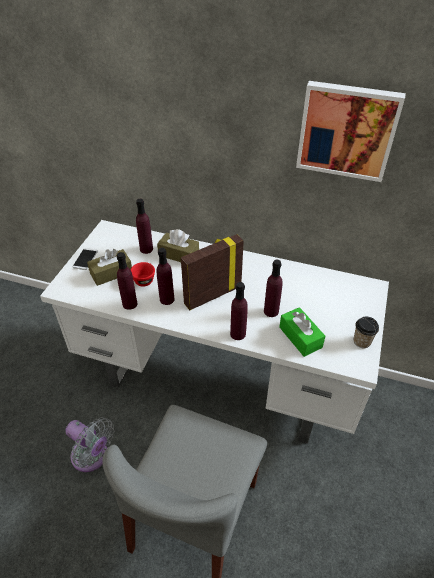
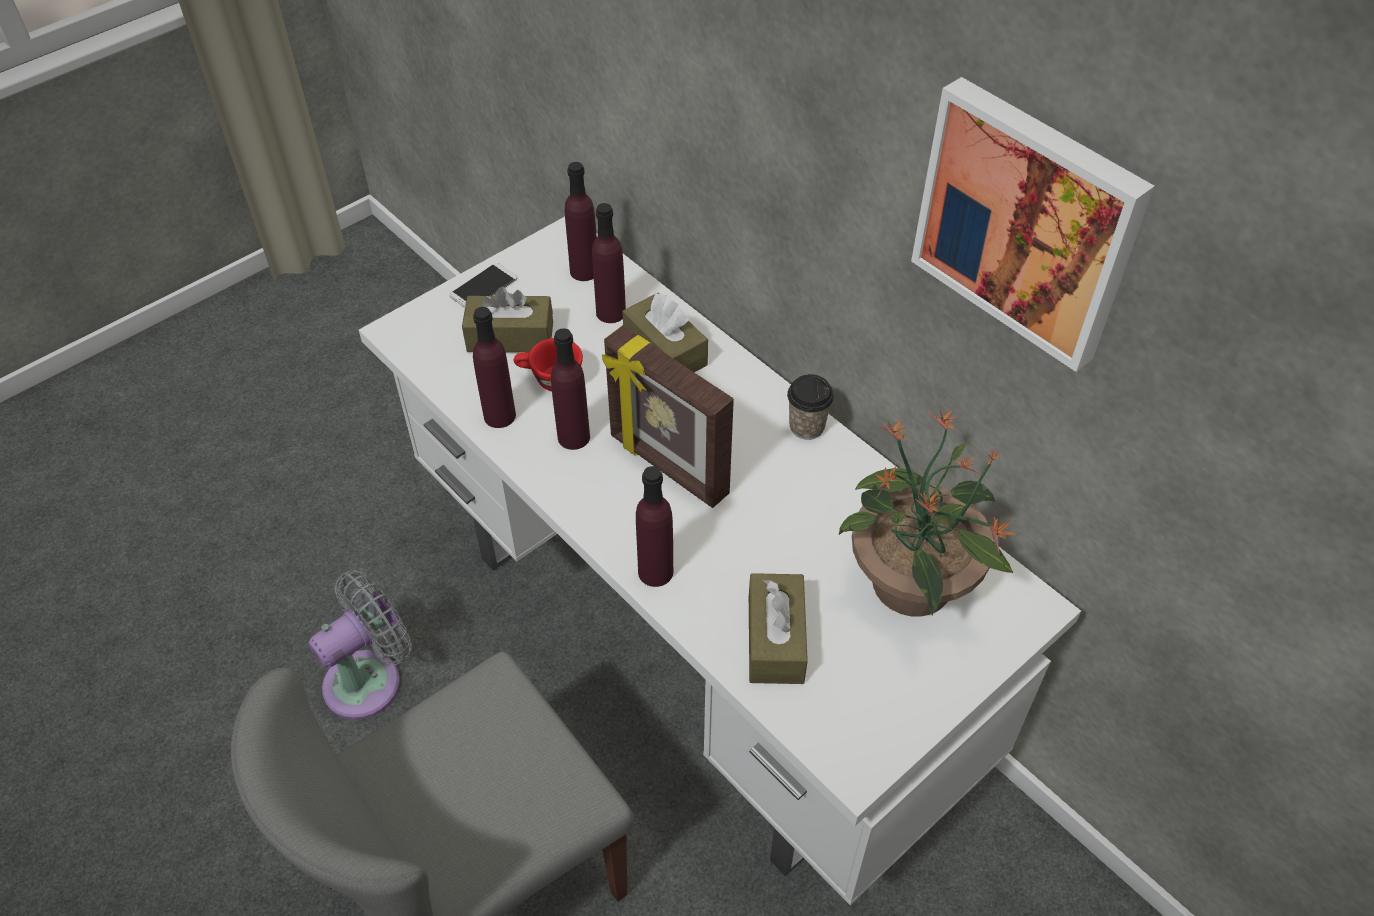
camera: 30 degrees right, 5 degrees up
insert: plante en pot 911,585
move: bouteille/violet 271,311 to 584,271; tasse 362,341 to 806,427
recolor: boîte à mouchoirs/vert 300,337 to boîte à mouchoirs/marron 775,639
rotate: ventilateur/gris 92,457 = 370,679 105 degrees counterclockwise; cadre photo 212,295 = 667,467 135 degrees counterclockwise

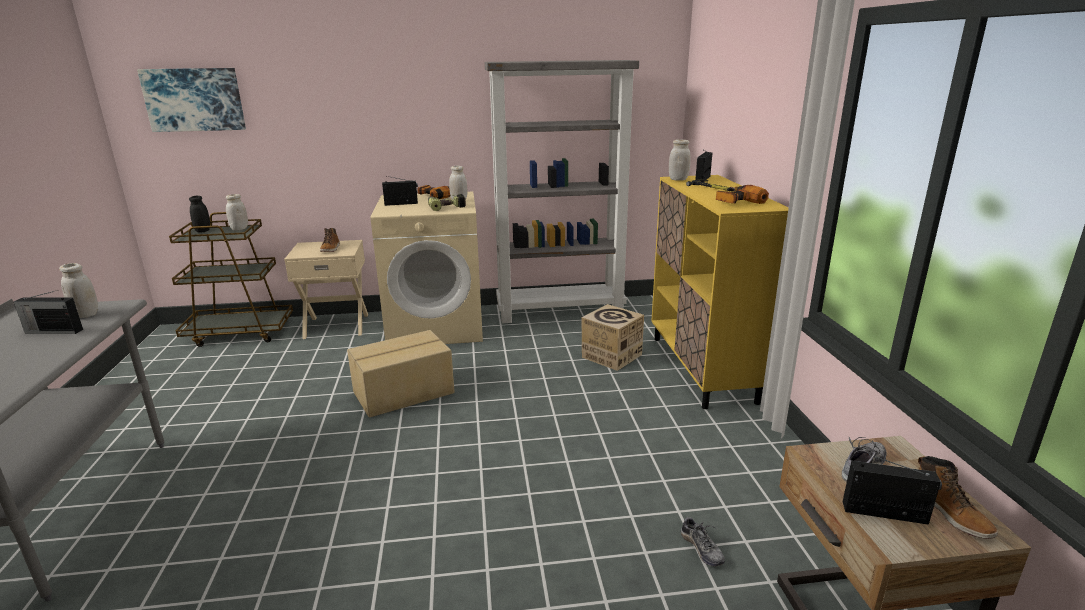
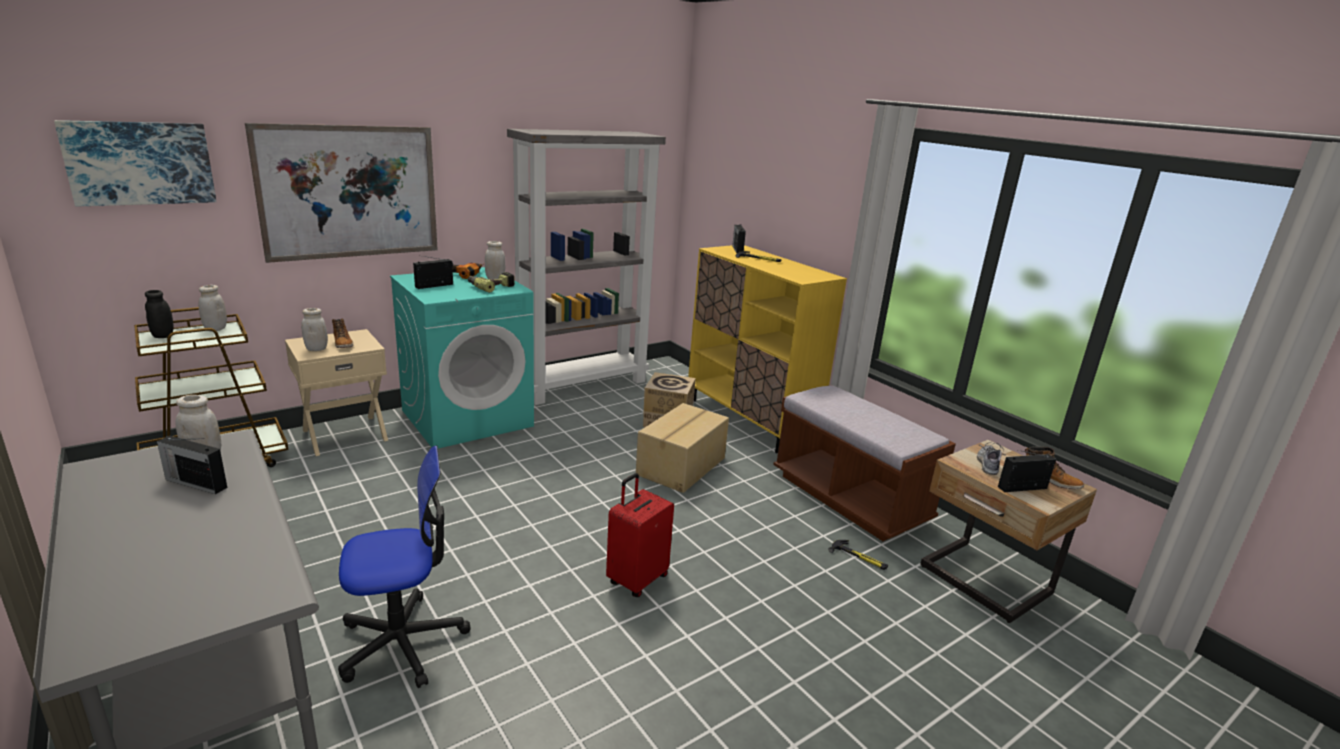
camera: 30 degrees left, 0 degrees up
delete: perceuse 736,201
insert: tableau 350,192; chaise de bureau 402,642; valise/rouge 636,579; banc/marron 849,498
move: carton 404,393 to 682,466; bocal/blanc 678,179 to 316,349
replace: chaussure 701,549 to marteau 859,557
recolor: lave-linge/beige 437,326 to lave-linge/turquoise 468,418
rotate: radio 53,331 = 195,483 45 degrees clockwise

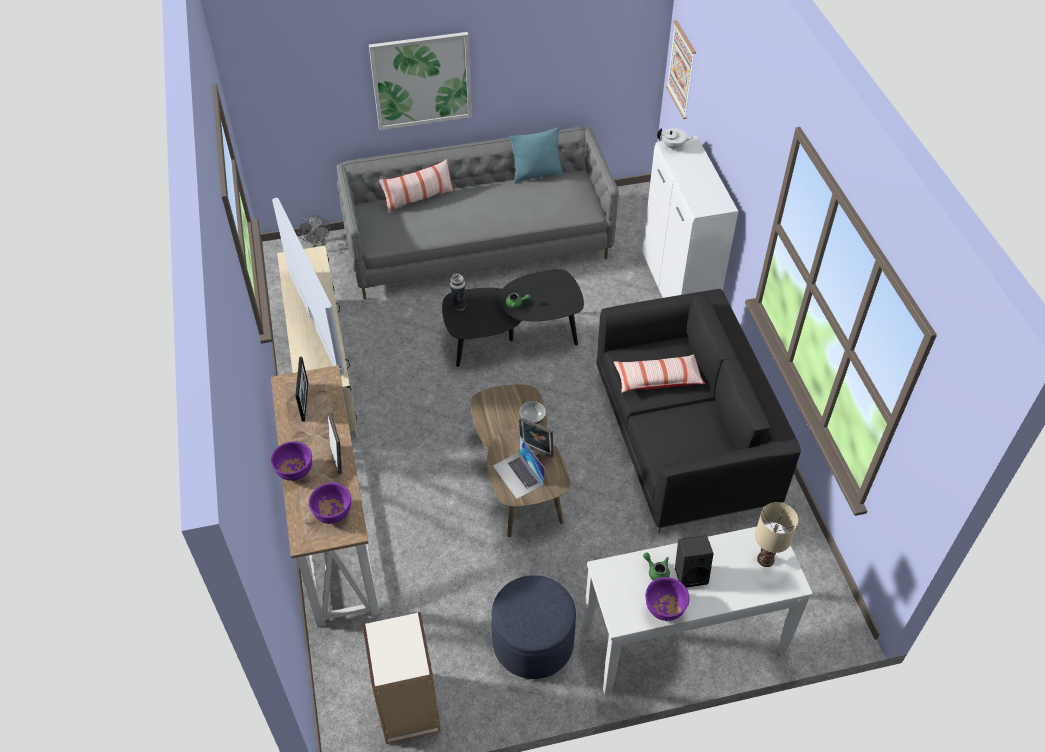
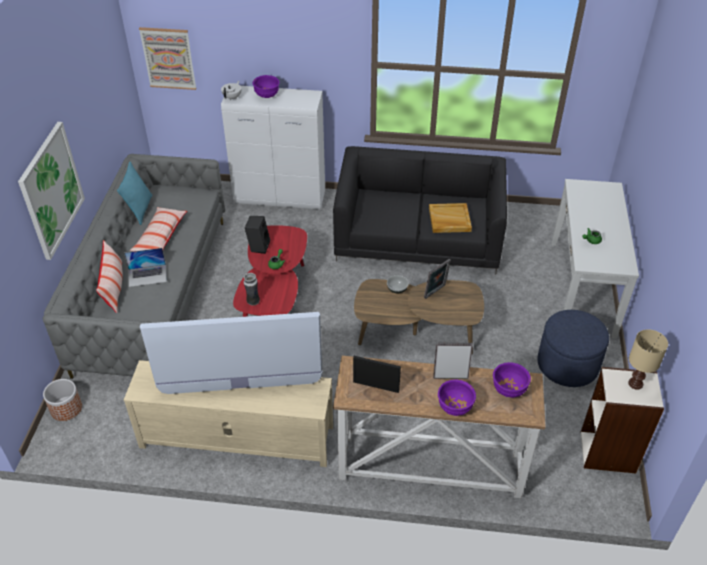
camera: 70 degrees left, 5 degrees down
insert: plateau/beige 449,220
move: ordinateur portable 518,475 to 147,275; coussin 658,379 to 160,236; bol/violet 664,609 to 267,96; enceinte/noir 691,573 to 258,246; lampe de table/beige 766,560 to 636,383
replace: ventilateur/gris 317,245 to cache-pot 66,408
recolor: table basse/noir 513,338 to table basse/rouge 275,299

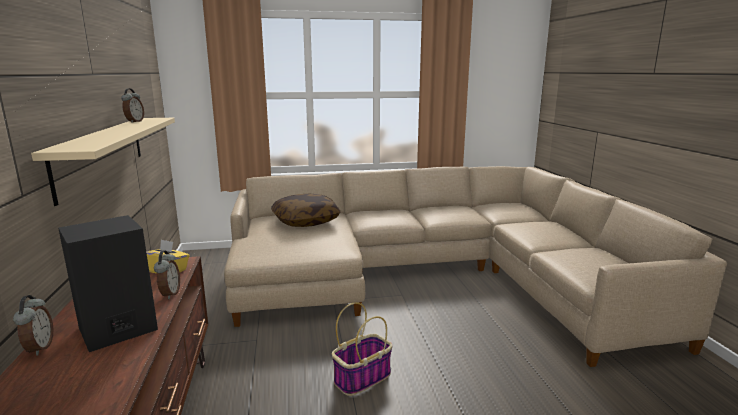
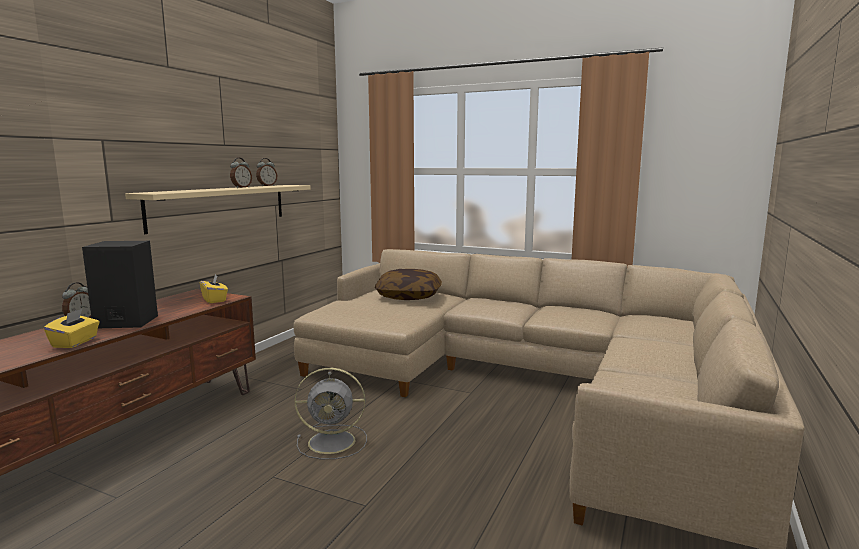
camera: 35 degrees right, 5 degrees down
insert: boîte à mouchoirs/jaune 75,342
move: réveil 169,294 to 241,187
replace: panier 362,377 to ventilateur/gris 334,442

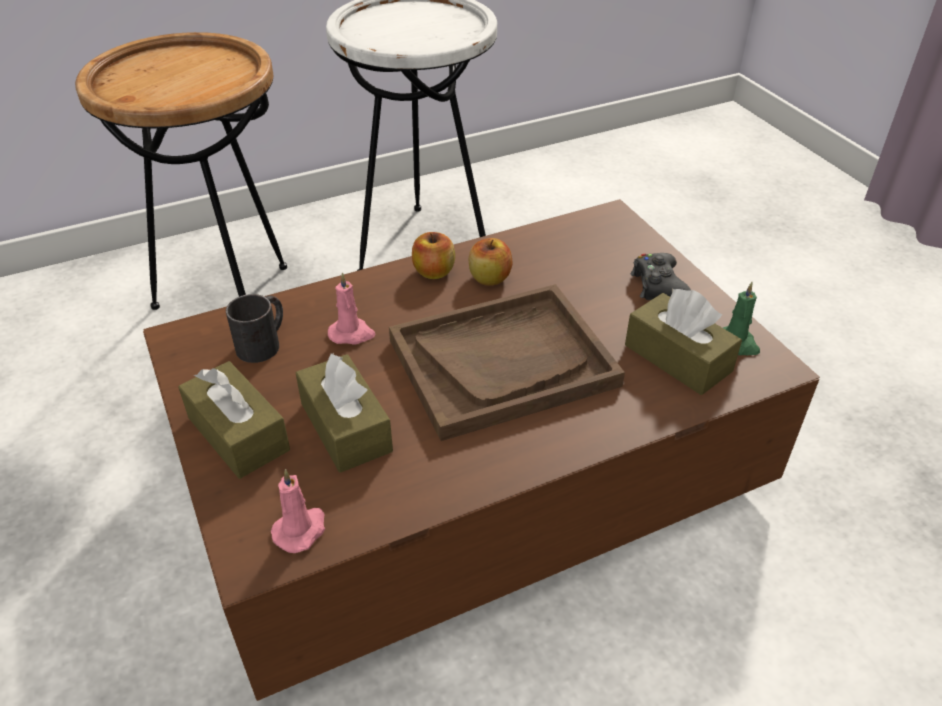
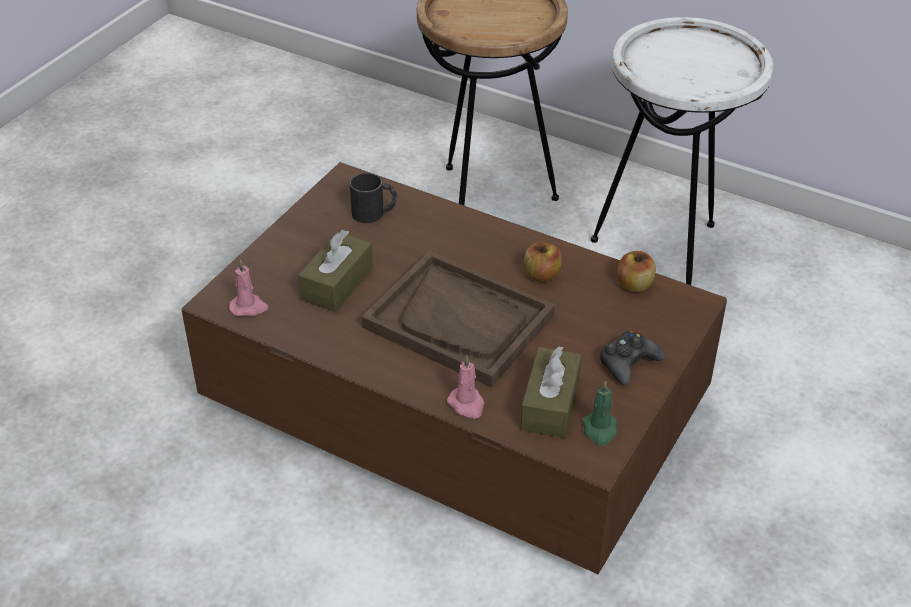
camera: 55 degrees right, 0 degrees up
delete: boîte à mouchoirs/marron 238,434
move: bougie/rose 352,334 to 467,404; pomme 434,272 to 634,285

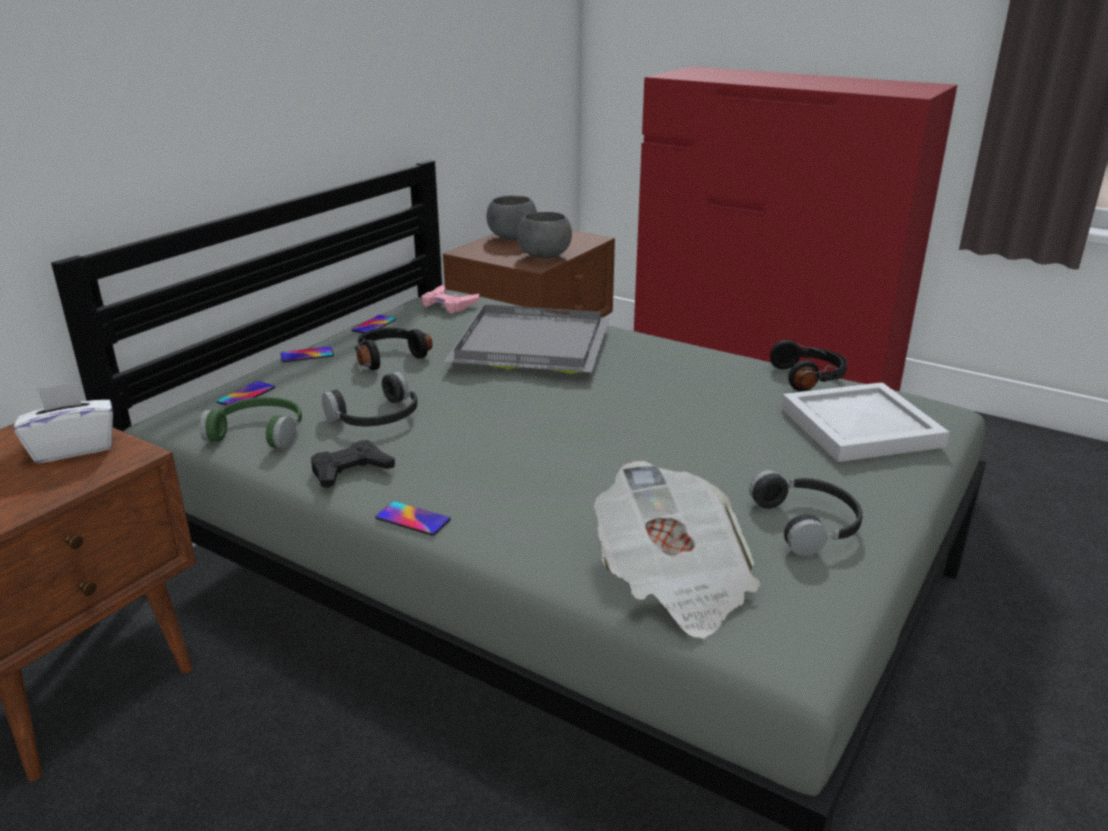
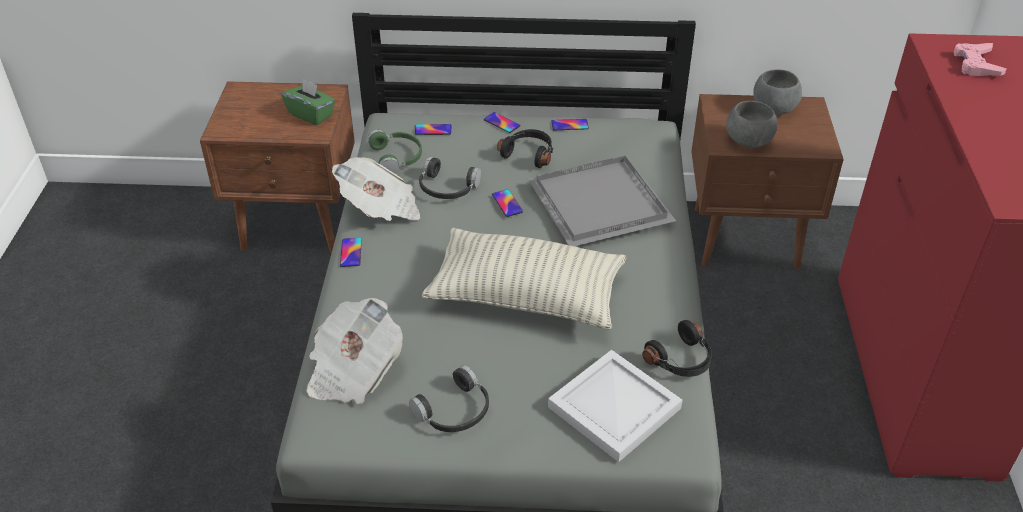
camera: 60 degrees right, 15 degrees up
insert: coussin 526,296; téléphone 507,203
move: manette/rose 448,304 to 976,64
replace: manette/noir 350,471 to journal 380,208
recolor: boîte à mouchoirs/blanc 73,448 to boîte à mouchoirs/vert 311,114

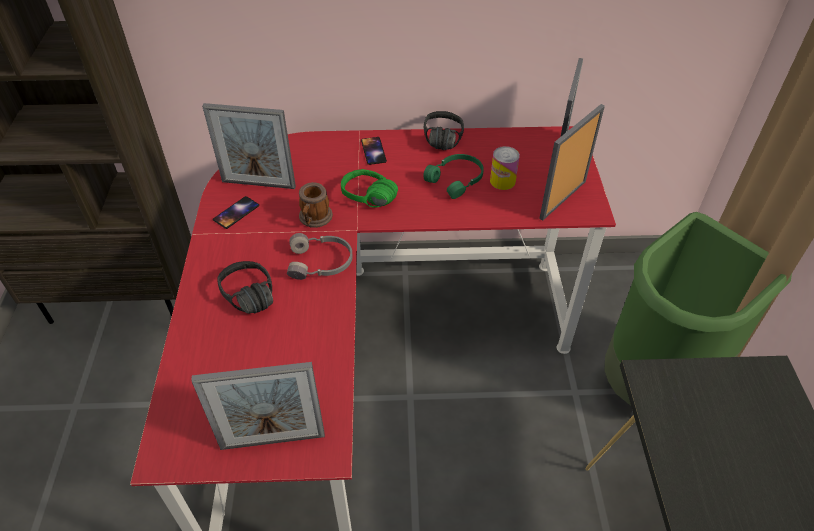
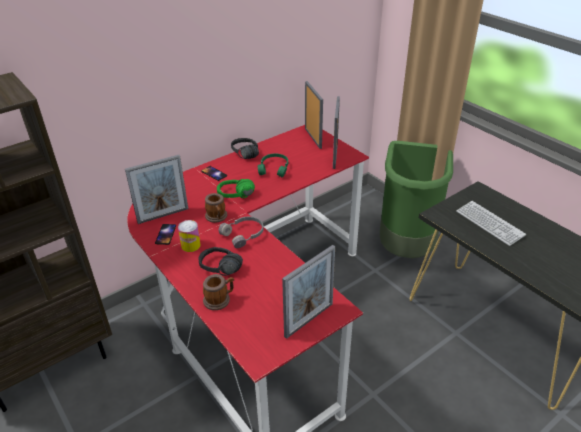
camera: 35 degrees left, 10 degrees down
insert: mug 219,299; clavier 489,224
move: boîte métallique 502,181 to 191,245

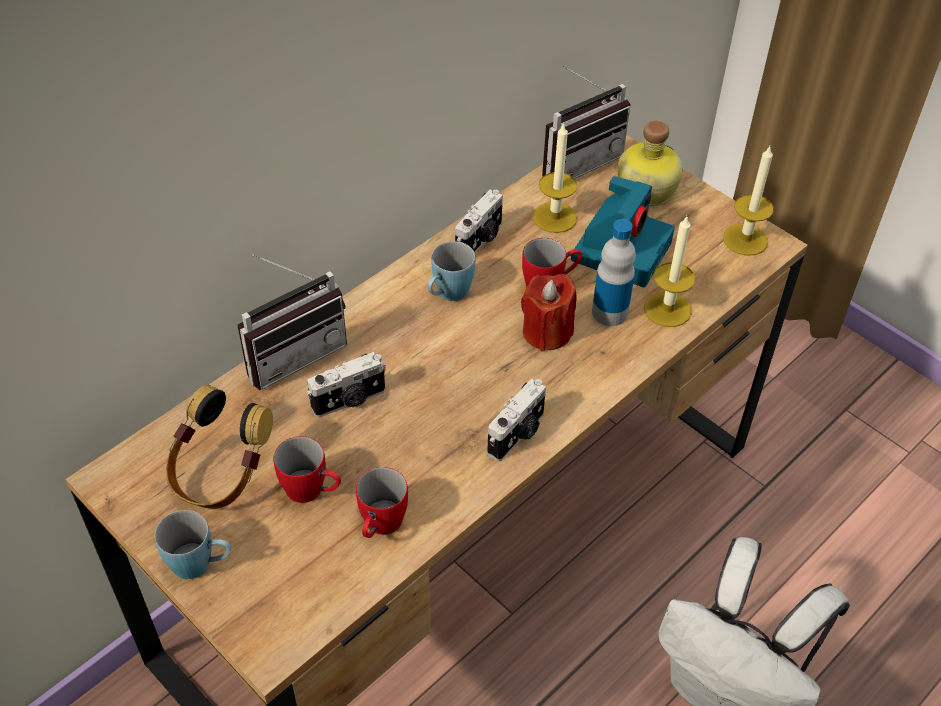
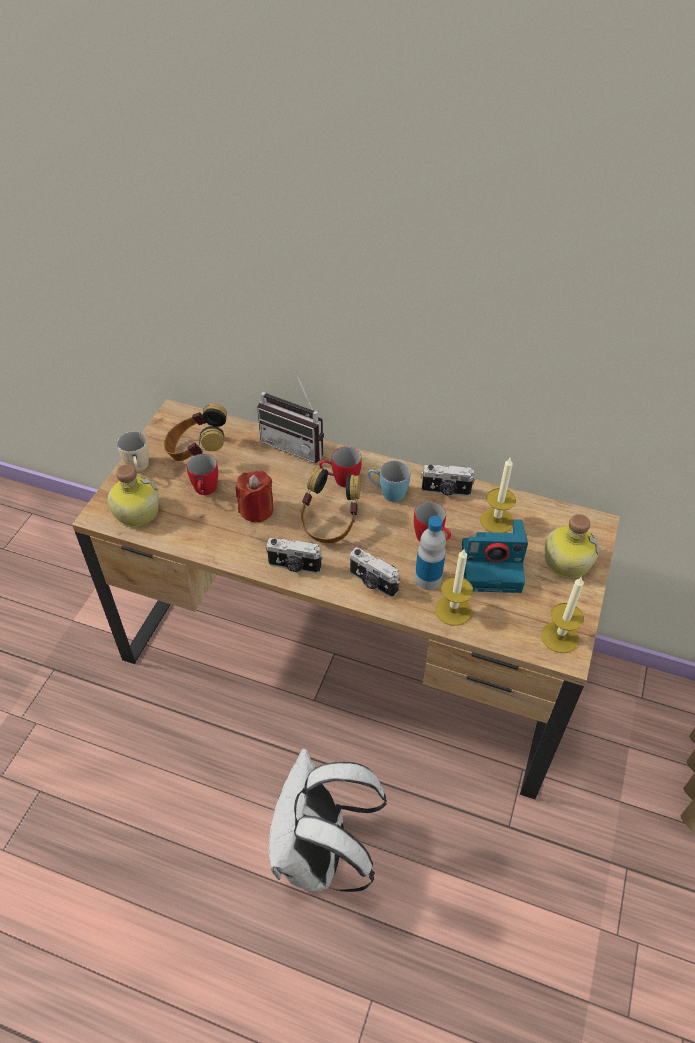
camera: 65 degrees right, 0 degrees up
delete: radio 577,161
insert: bouteille 135,511; casque audio 329,523
move: appareil photo 349,401 to 372,583; mug/rouge 380,527 to 340,480; bougie/rouge 547,332 to 256,510
recolor: mug/bleu 201,564 to mug/beige 138,468

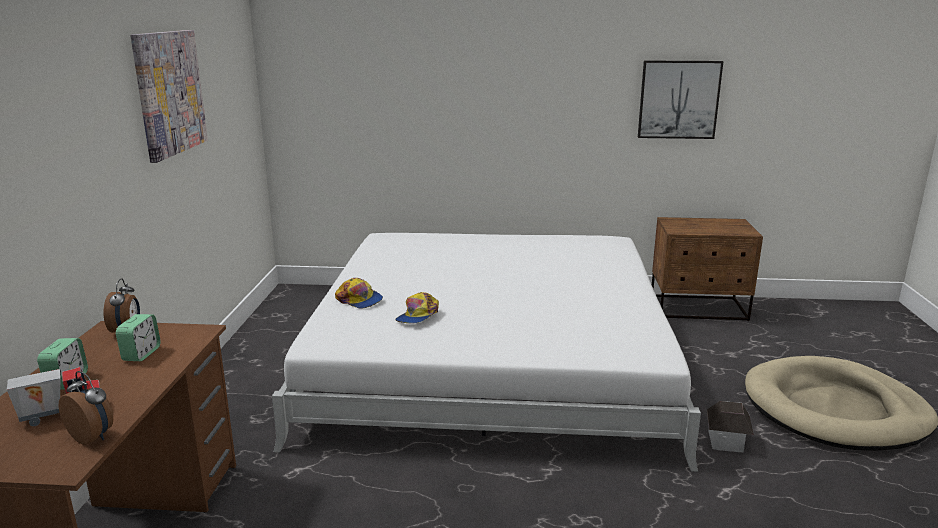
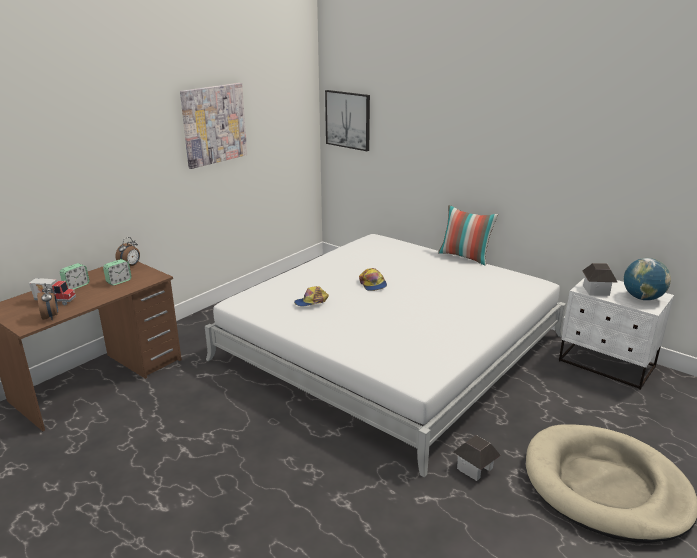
camera: 35 degrees right, 5 degrees up
insert: coussin 465,257; maison miniature 596,290; globe 642,298
move: casquette 359,300 to 373,284; tableau 678,99 to 348,120
recolor: table de chevet/marron 698,309 to table de chevet/blanc 606,364

